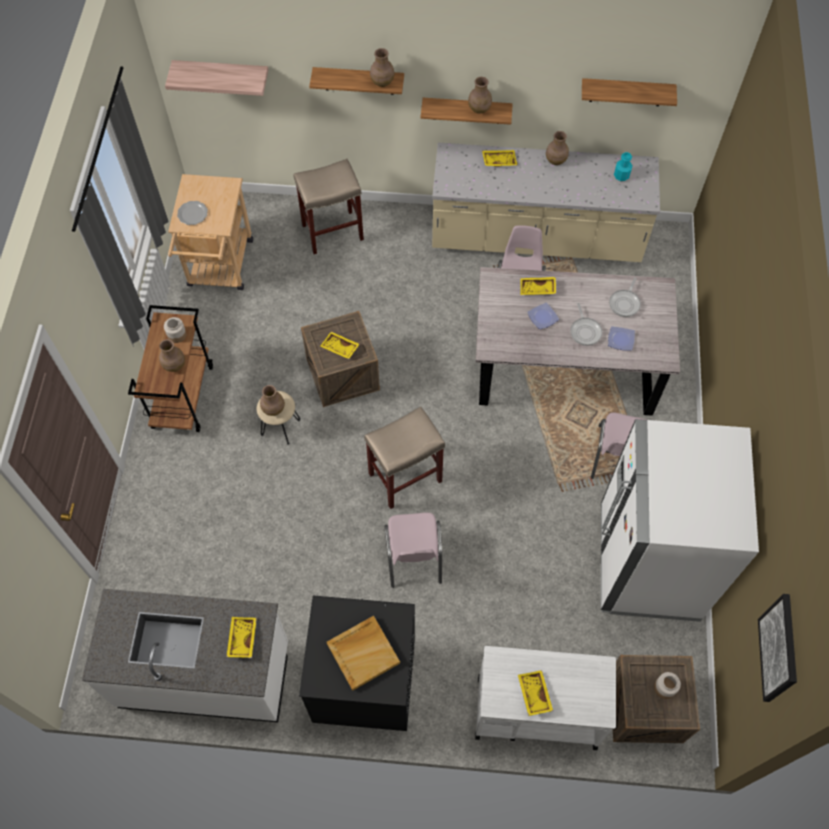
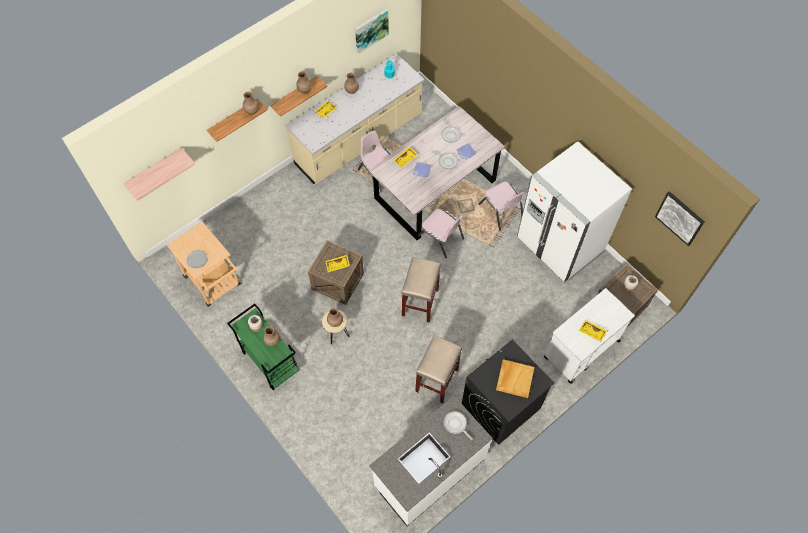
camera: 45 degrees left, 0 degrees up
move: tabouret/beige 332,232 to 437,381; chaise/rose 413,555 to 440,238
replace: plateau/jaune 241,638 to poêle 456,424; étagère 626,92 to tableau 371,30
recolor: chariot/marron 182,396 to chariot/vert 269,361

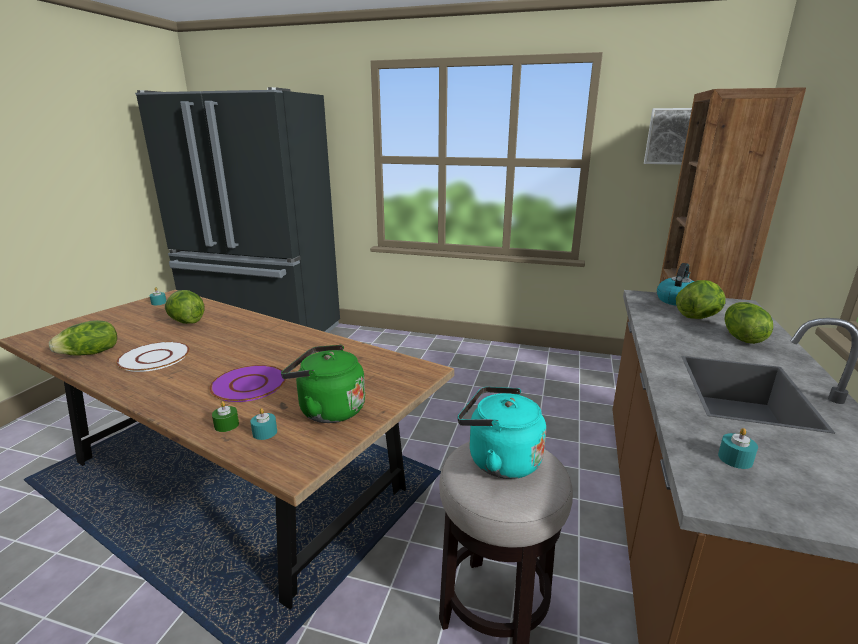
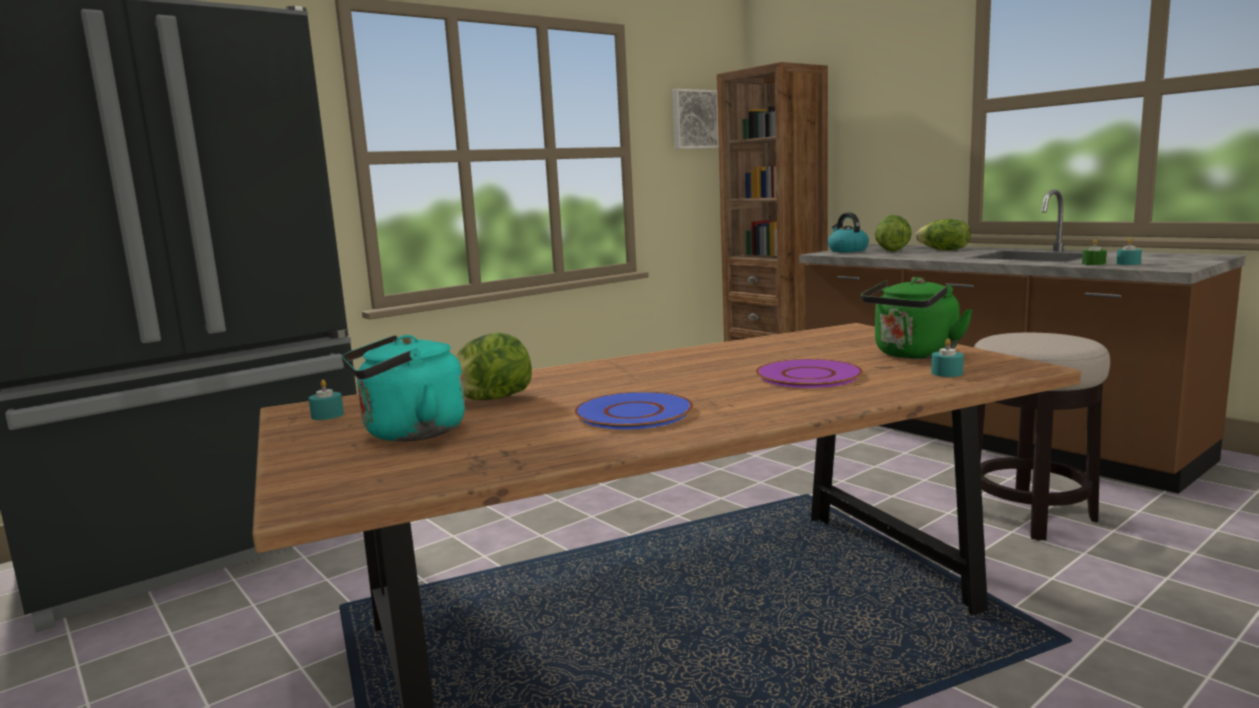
camera: 55 degrees left, 10 degrees down
delete: laitue 90,353
move: bougie/vert 226,425 to 1093,263; bouilloire/turquoise 499,460 to 408,433
recolor: assiette/blanc 154,357 to assiette/bleu 633,413

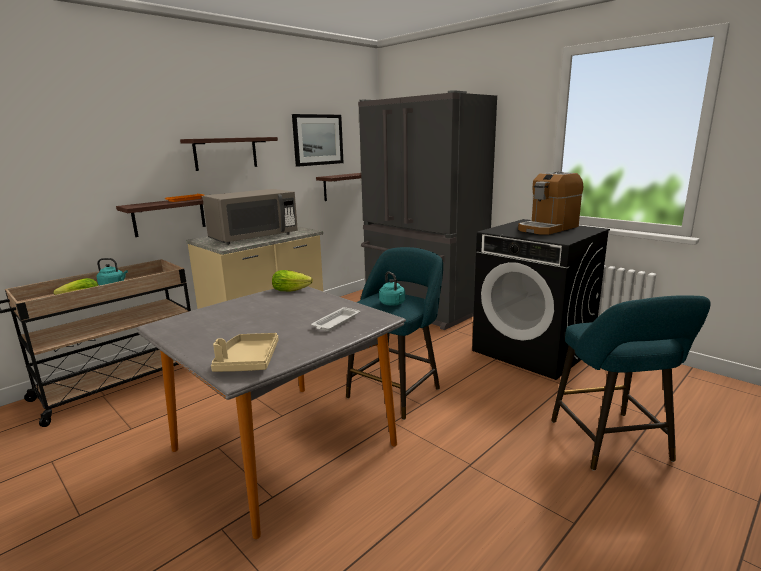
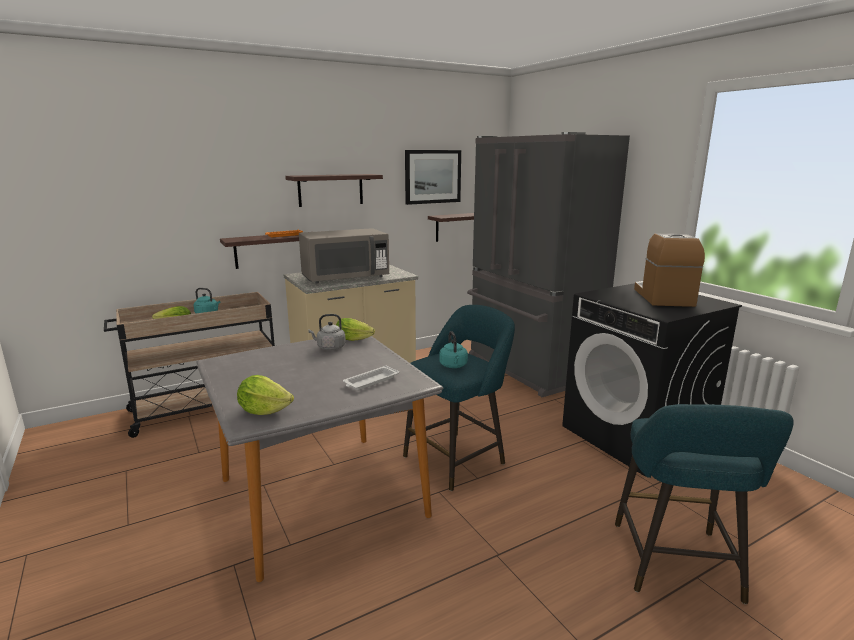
camera: 15 degrees right, 0 degrees up
insert: bouilloire/gris 329,347
replace: plateau/beige 247,361 to laitue 264,411
rotate: machine à café 548,228 = 663,297 120 degrees clockwise

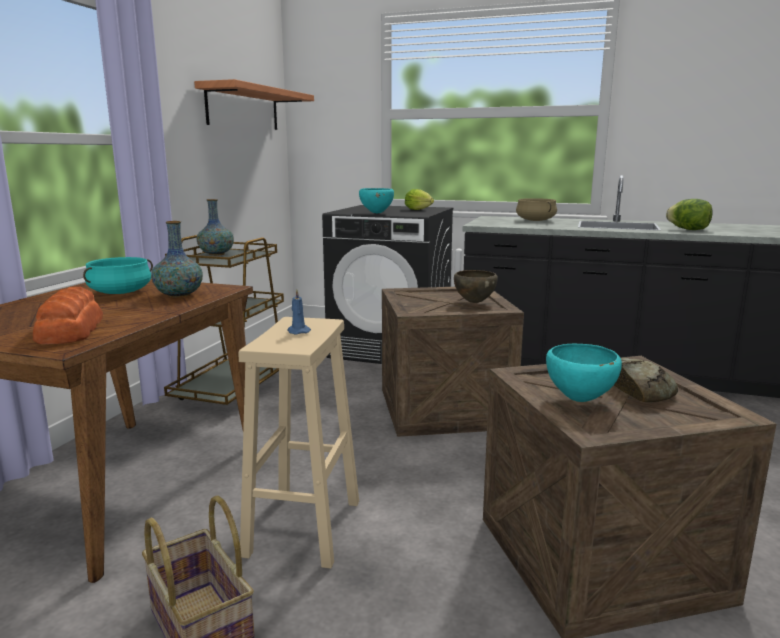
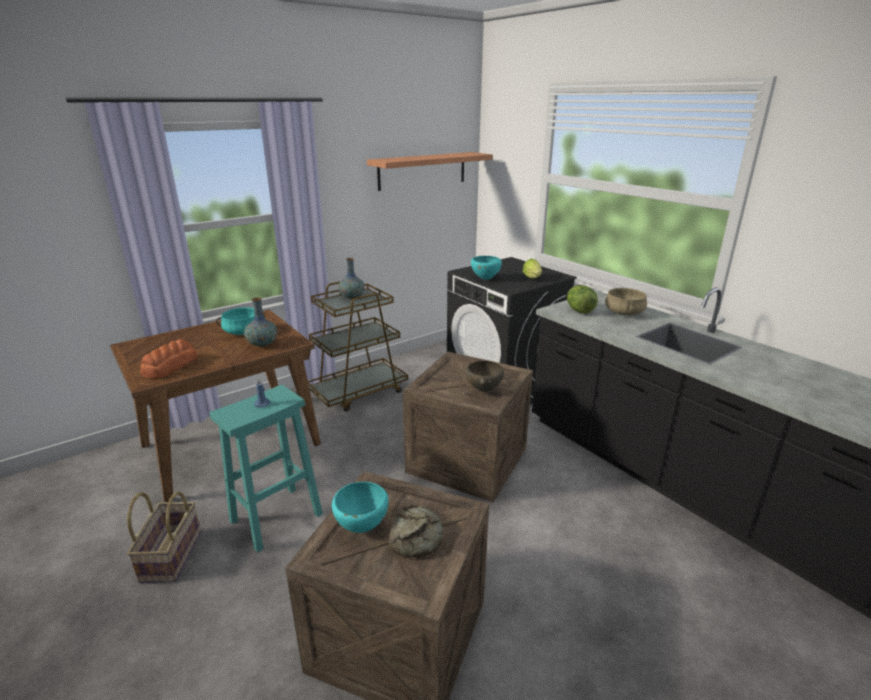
camera: 35 degrees right, 10 degrees up
move: laitue 688,229 to 579,311
recolor: tabouret/beige 303,529 to tabouret/turquoise 275,518

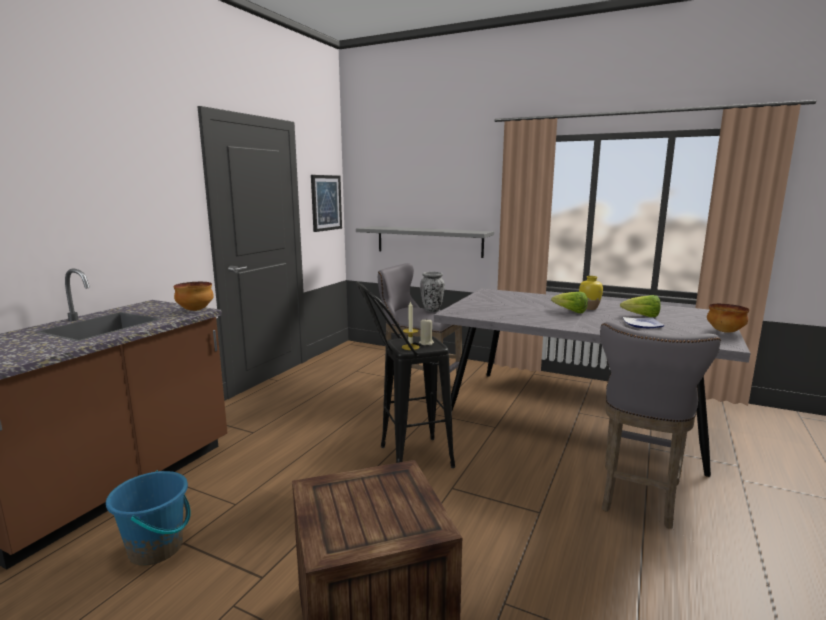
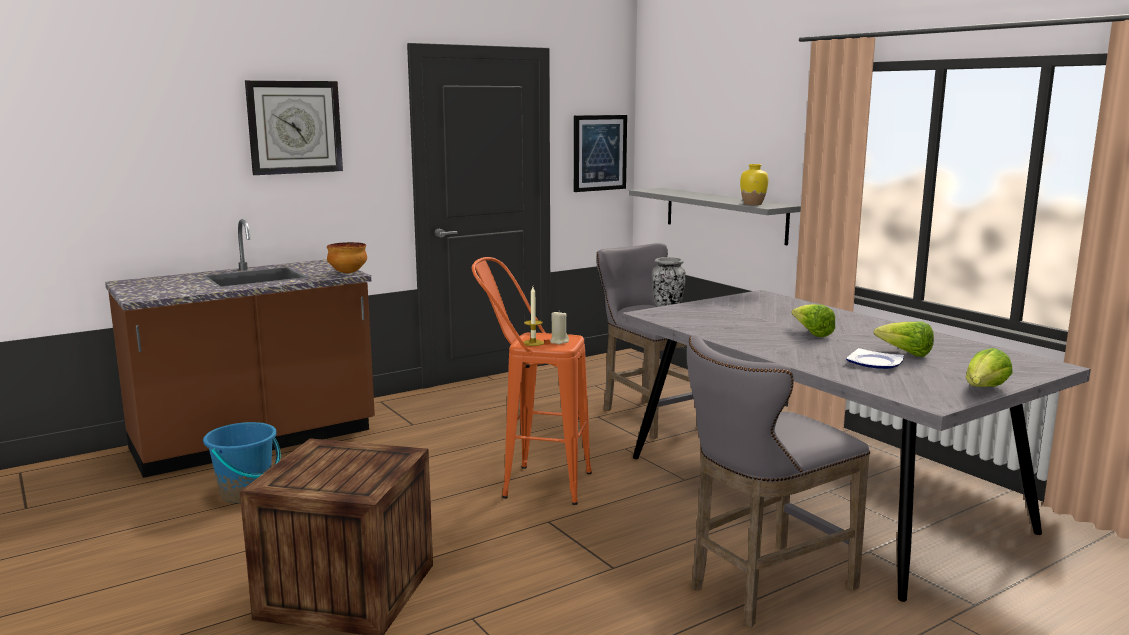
camera: 30 degrees right, 0 degrees up
insert: horloge murale 294,127
move: vase/jaune 589,308 to 753,204
replace: bol 725,332 to laitue 984,389
recolor: tabouret/noir 404,459 to tabouret/orange 532,484

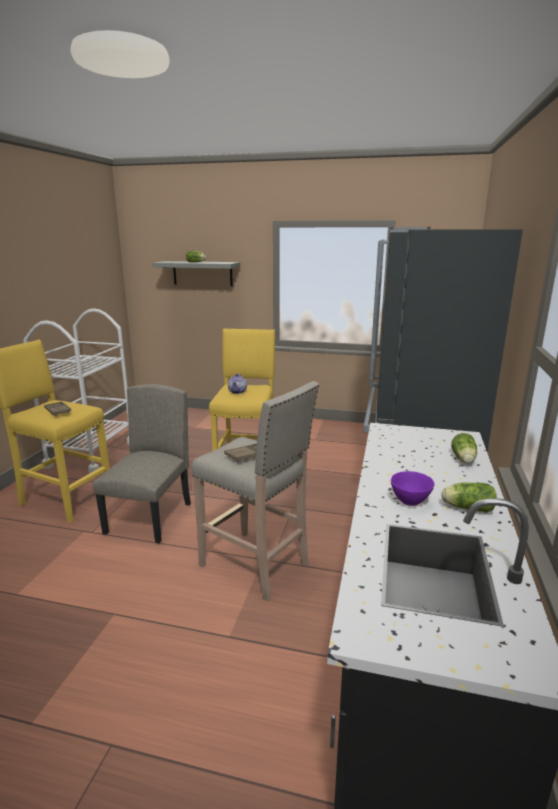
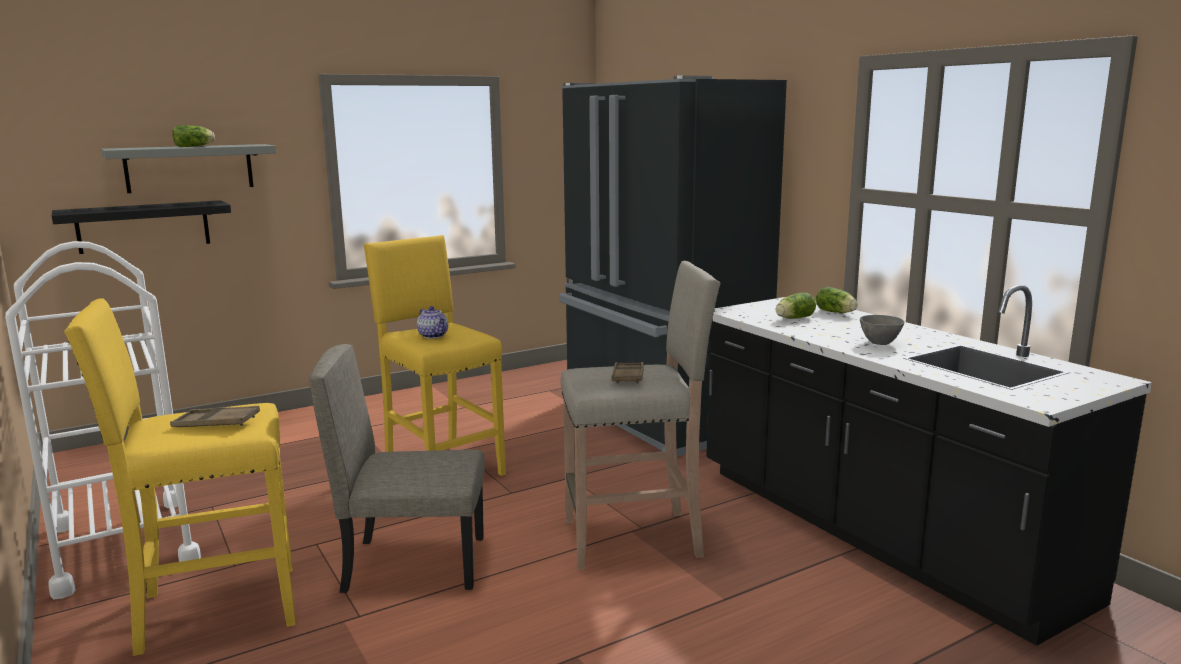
camera: 45 degrees left, 5 degrees down
insert: étagère/noir 143,226
move: laitue 466,508 to 793,318
recolor: bol/violet 410,502 to bol/gris 880,343
rotate: chaise/beige 150,518 = 415,563 60 degrees counterclockwise

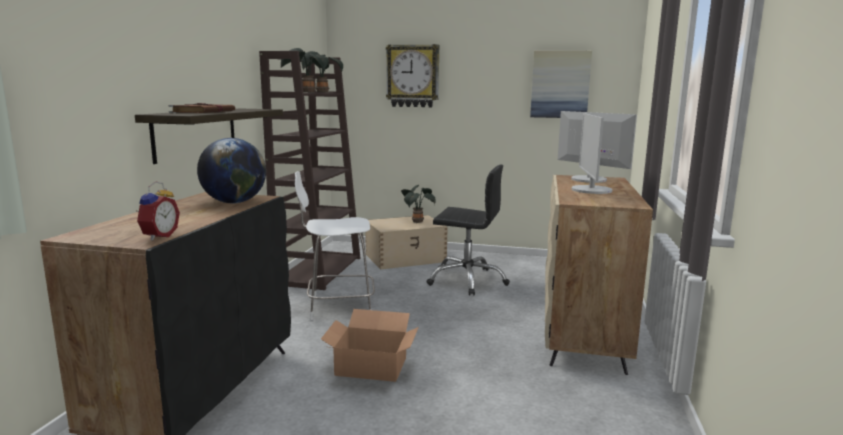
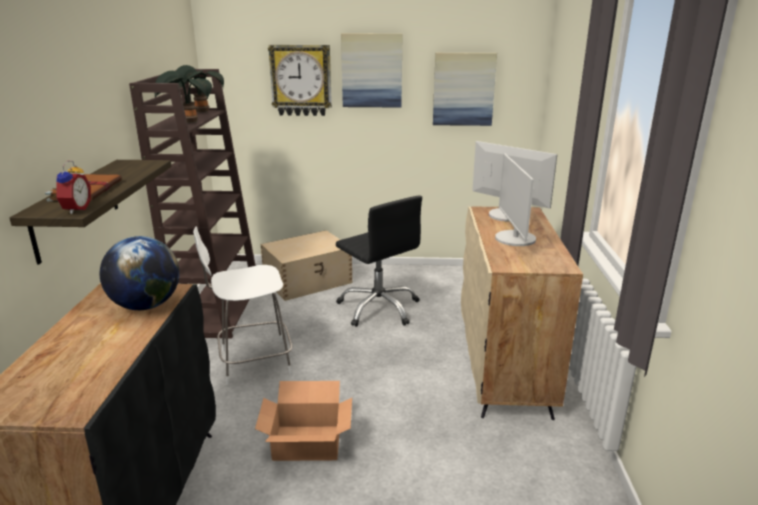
camera: 10 degrees left, 10 degrees up
delete: plante en pot 416,221
insert: tableau 372,70
move: réveil 158,236 to 75,209
rotate: chaise de bureau/noir 467,280 = 379,308 45 degrees clockwise

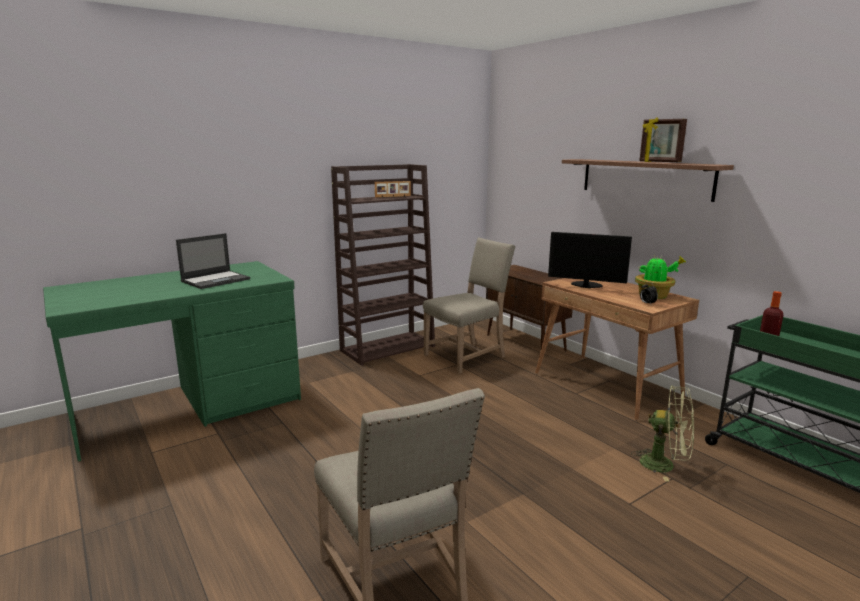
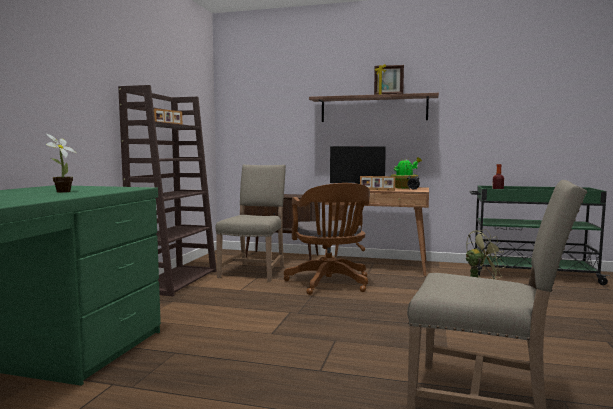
camera: 40 degrees left, 10 degrees down
insert: chaise de bureau/marron 330,284; cadre photo 377,190
replace: ordinateur portable 216,280 to plante en pot 61,192

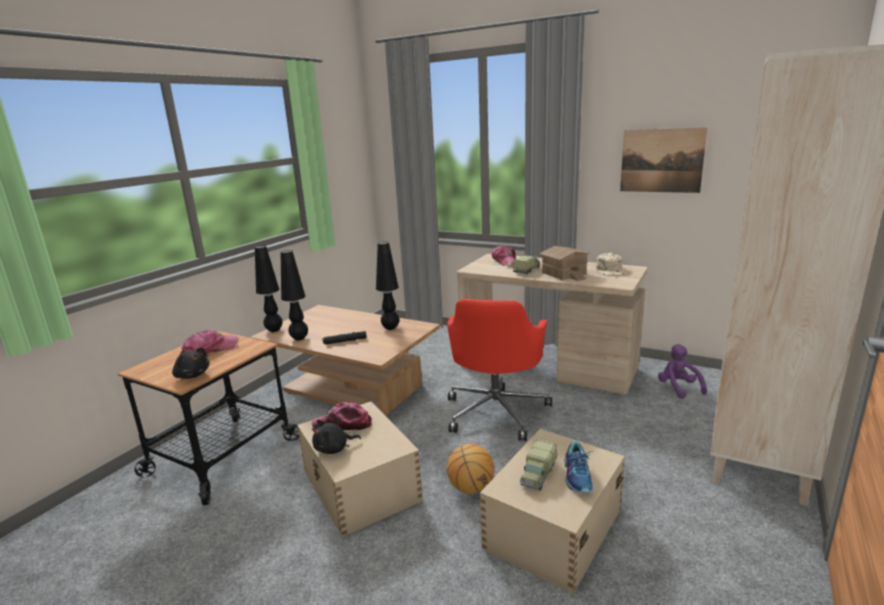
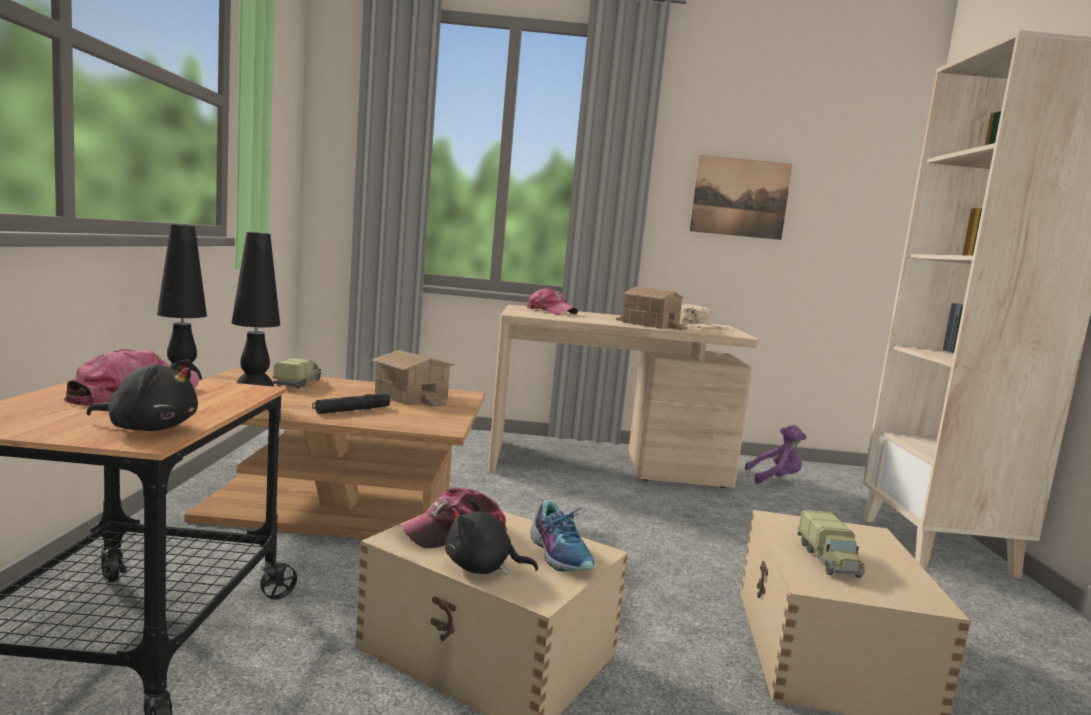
camera: 30 degrees left, 10 degrees down
delete: chaise de bureau/rouge 496,411; ballon de basket 471,488
move: camion jouet 527,270 to 298,383; chaussure 578,476 to 561,554
replace: lampe de table/noir 390,328 to maison miniature 412,396
rotate: peluche/noir 334,449 = 482,568 60 degrees clockwise; peluche/violet 678,388 = 775,479 135 degrees clockwise

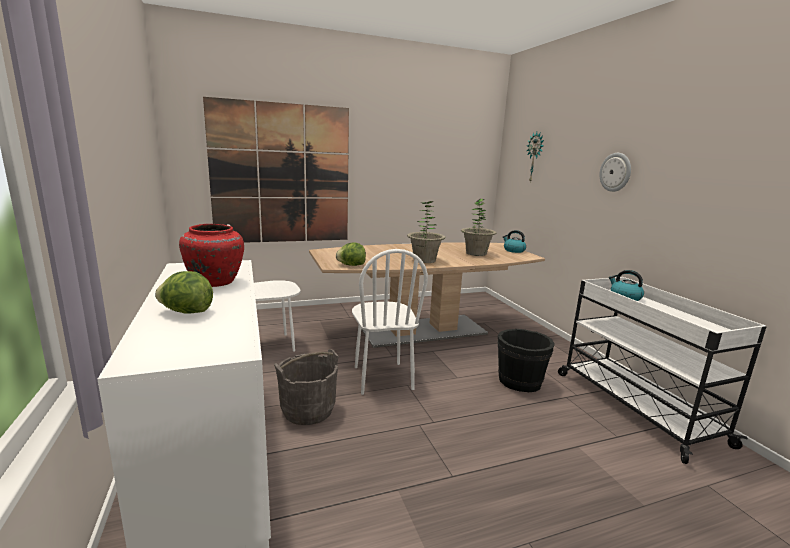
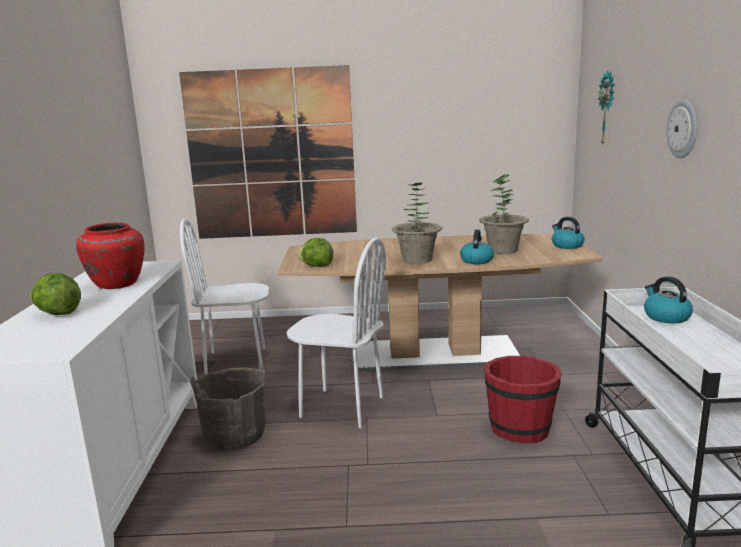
camera: 20 degrees right, 0 degrees up
insert: bouilloire 476,260
recolor: seau/noir 519,381 to seau/rouge 520,428
rotate: chaise/blanc 382,378 = 341,407 75 degrees counterclockwise

